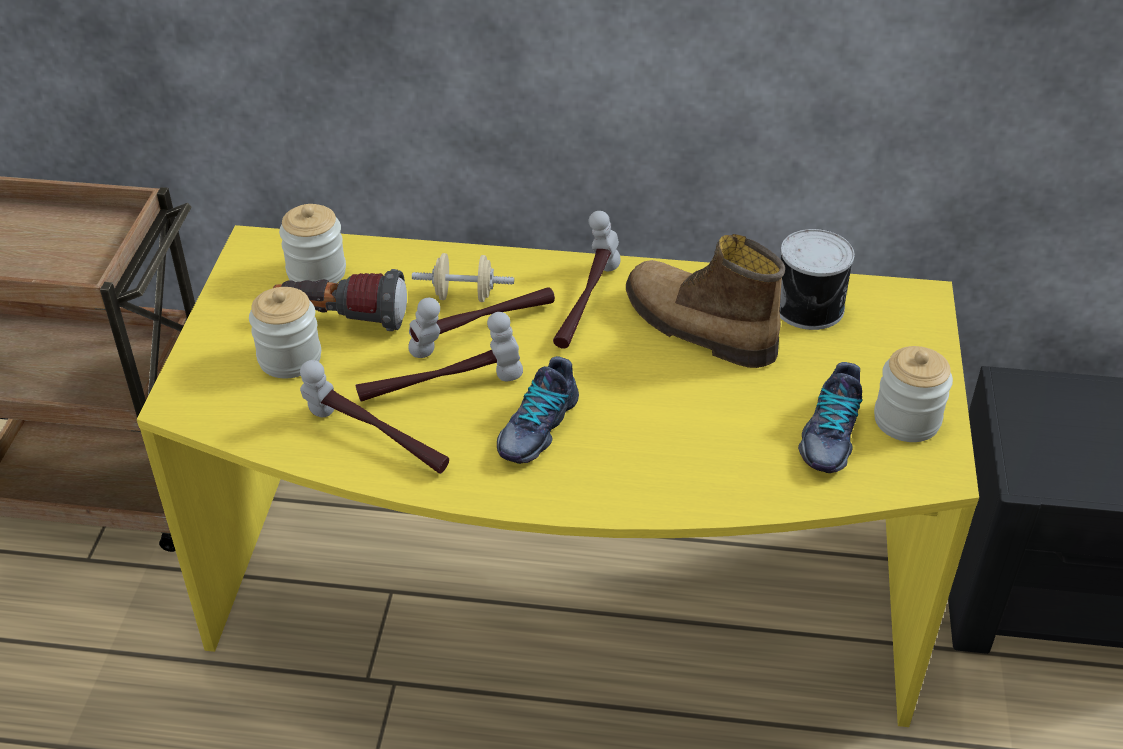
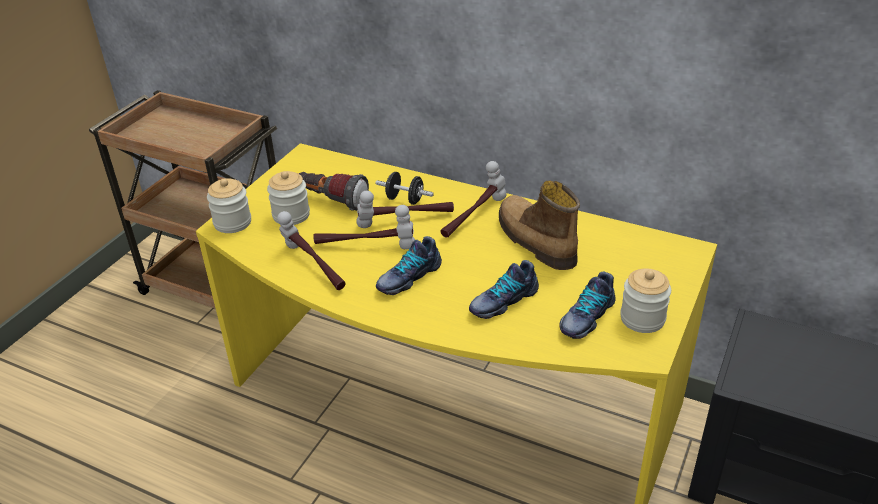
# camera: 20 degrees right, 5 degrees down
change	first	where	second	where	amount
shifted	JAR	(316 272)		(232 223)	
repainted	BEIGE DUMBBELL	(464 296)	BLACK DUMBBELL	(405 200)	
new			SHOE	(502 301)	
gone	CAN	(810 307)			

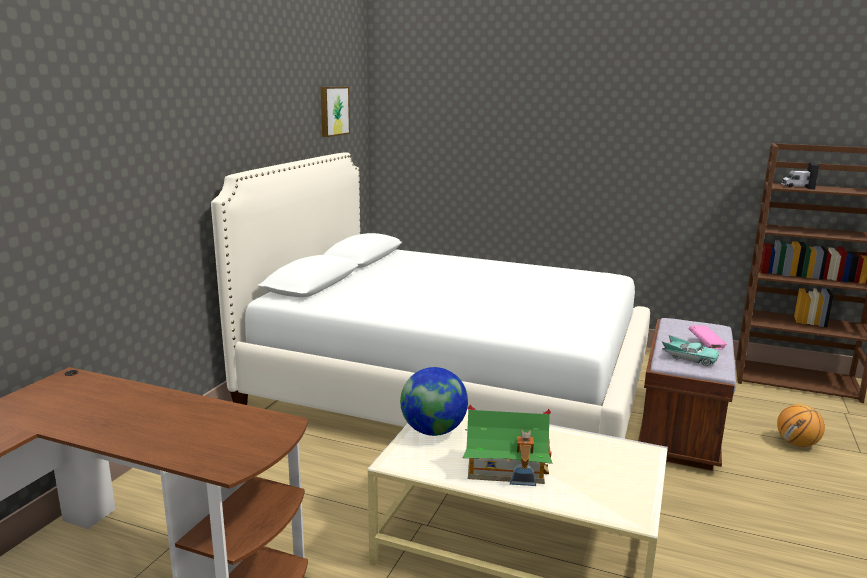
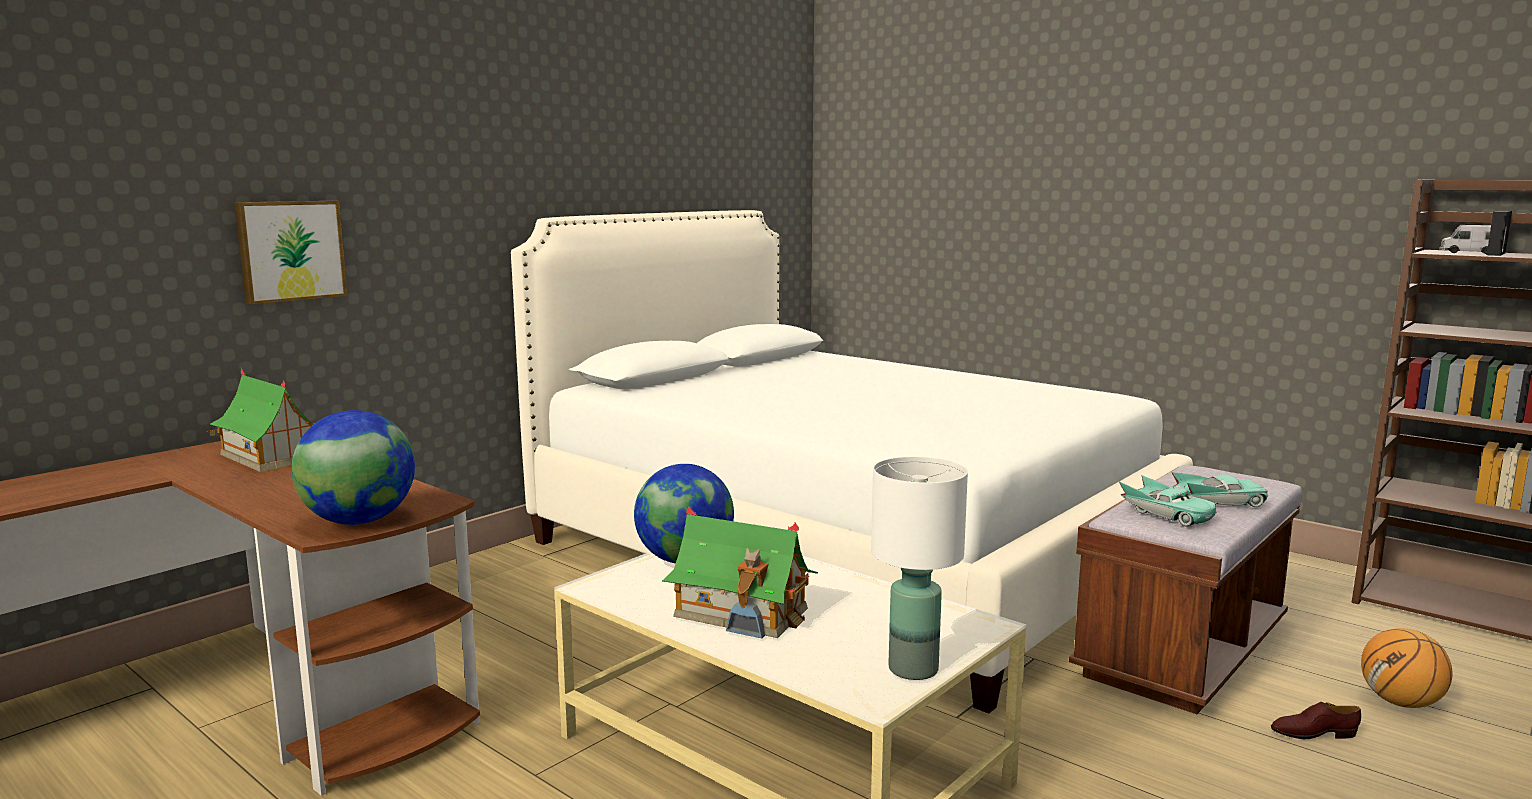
# camera: 20 degrees right, 5 degrees down
change	first	where	second	where	amount
new			TOY HOUSE	(270 456)	
shifted	PICTURE	(333 111)		(290 250)	
new			GLOBE	(359 521)	
new			WHITE TABLE LAMP	(914 669)	
swapped	PINK BOOK	(706 345)	TURQUOISE TOY CAR	(1219 502)	
new			BROWN SHOE	(1313 733)	

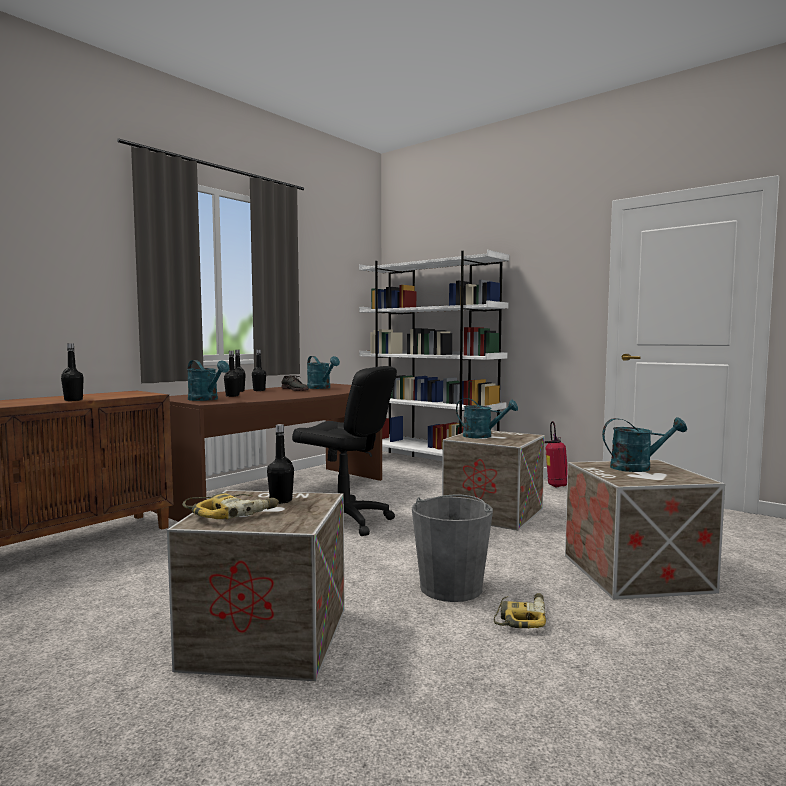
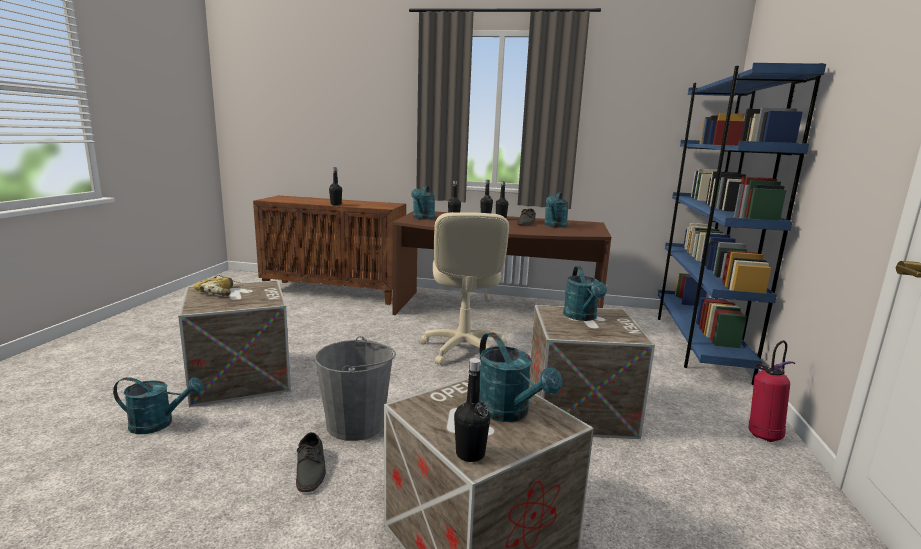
# camera: 60 degrees right, 10 degrees up
change	first	where	second	where	amount
new			TURQUOISE WATERING CAN	(159 424)	
swapped	POWER DRILL	(520 617)	GREY SHOE	(311 469)	
repainted	BLACK OFFICE CHAIR	(344 521)	BEIGE OFFICE CHAIR	(463 349)	
shifted	BLACK BOTTLE	(281 501)		(470 454)	
repainted	WHITE BOOKCASE	(428 464)	BLUE BOOKCASE	(697 343)	

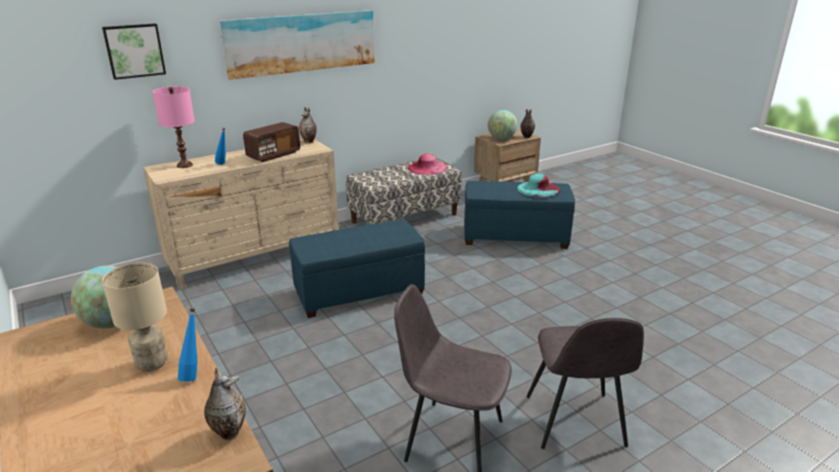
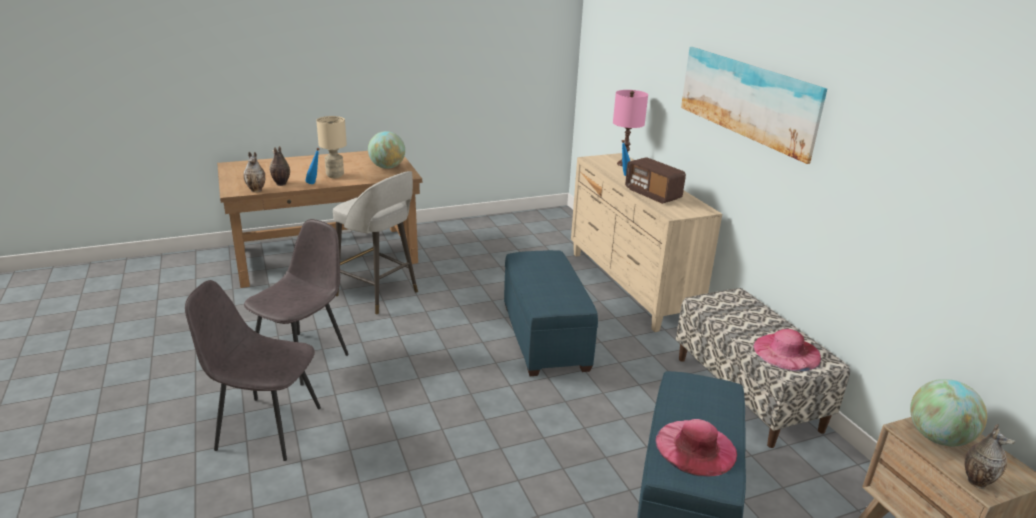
# camera: 100 degrees right, 0 degrees up
change	first	where	second	where	amount
shifted	VASE	(309 142)		(281 184)	
new			GREY STOOL	(378 294)	
repainted	TURQUOISE HAT	(538 189)	PINK HAT	(696 447)	
gone	PICTURE	(134 51)			

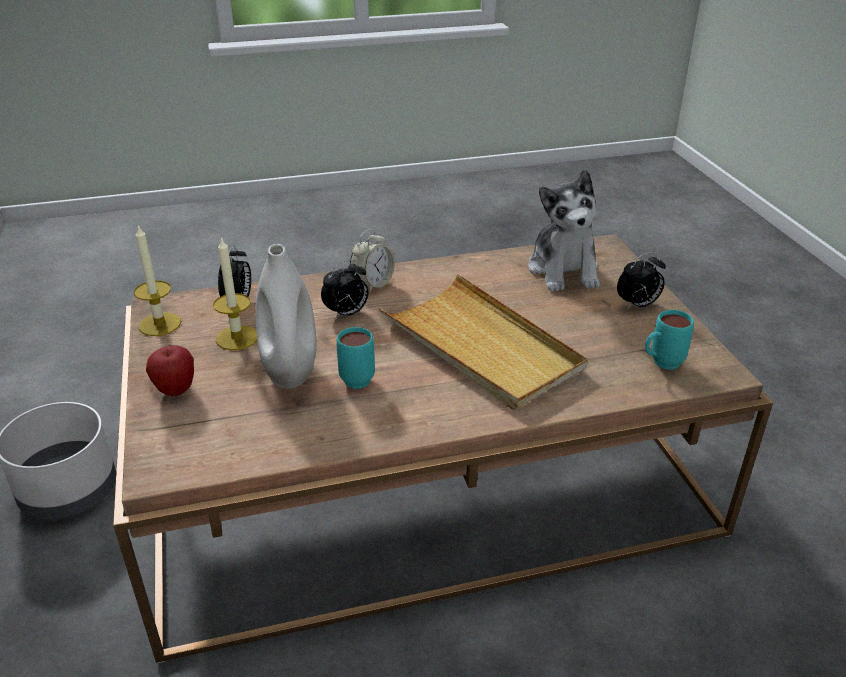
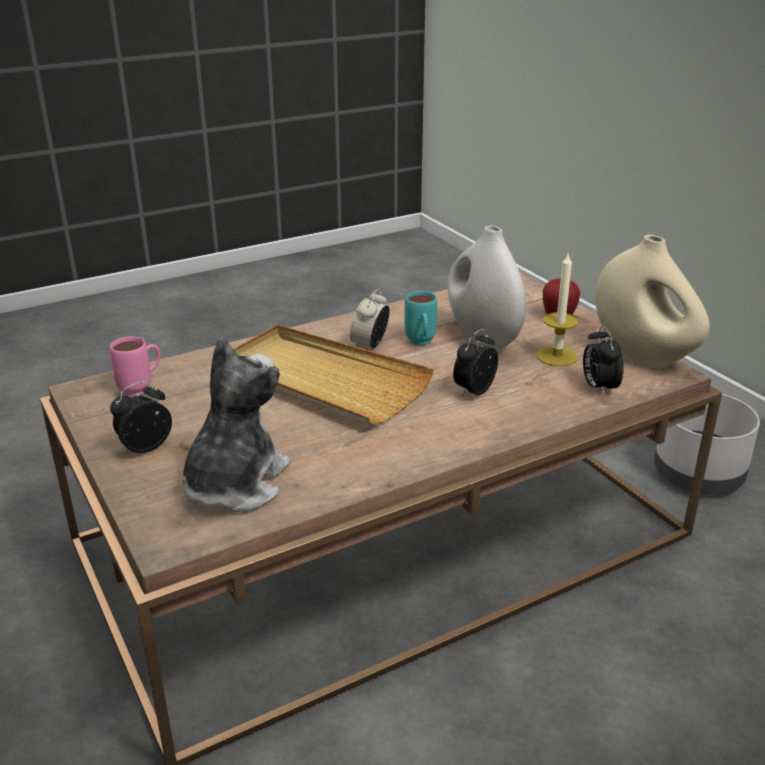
# camera: 165 degrees right, 5 degrees down
change	first	where	second	where	amount
repainted	TURQUOISE MUG	(660 364)	PINK MUG	(142 388)	
rotated	PLUSH TOY	(564 270)		(234 484)	45 degrees clockwise
shifted	ALARM CLOCK	(373 284)		(370 344)	
swapped	CANDLE	(160 324)	BEIGE VASE	(642 357)	

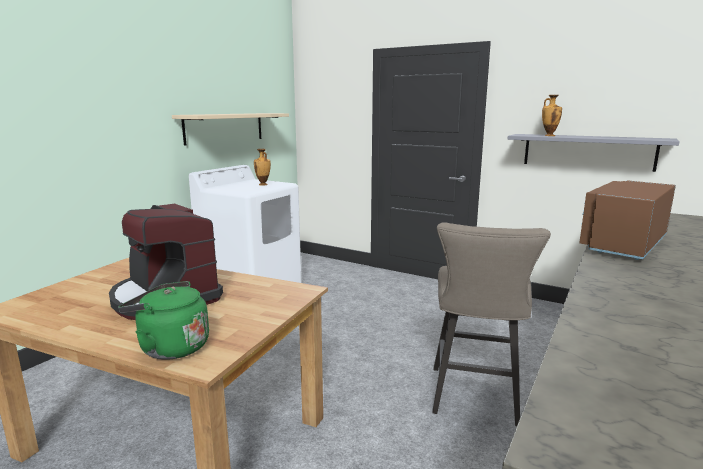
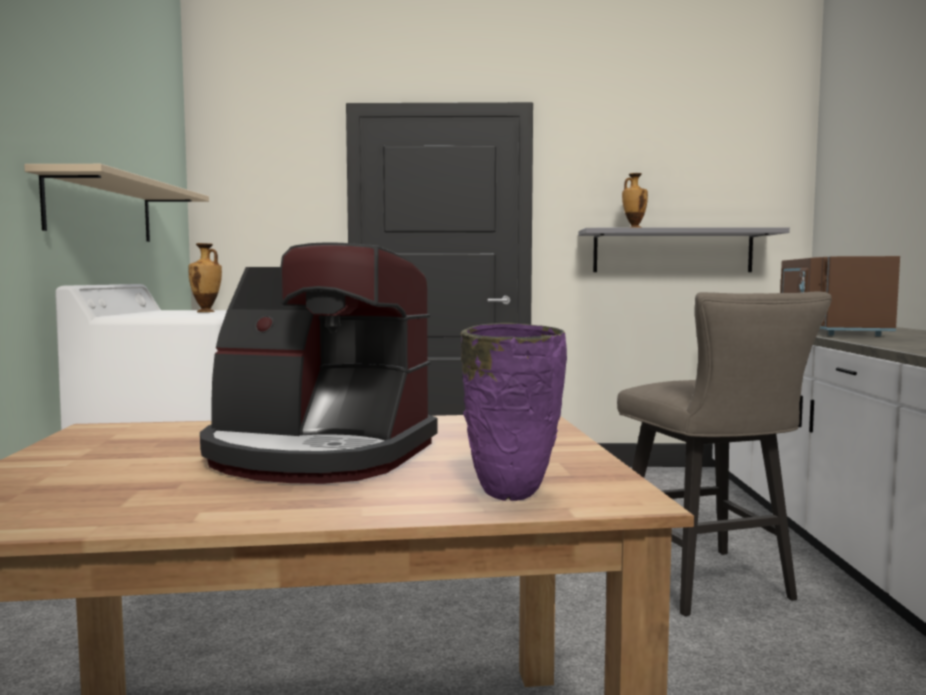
# camera: 30 degrees left, 10 degrees down
change	first	where	second	where	amount
swapped	GREEN KETTLE	(171 347)	PURPLE VASE	(510 496)	

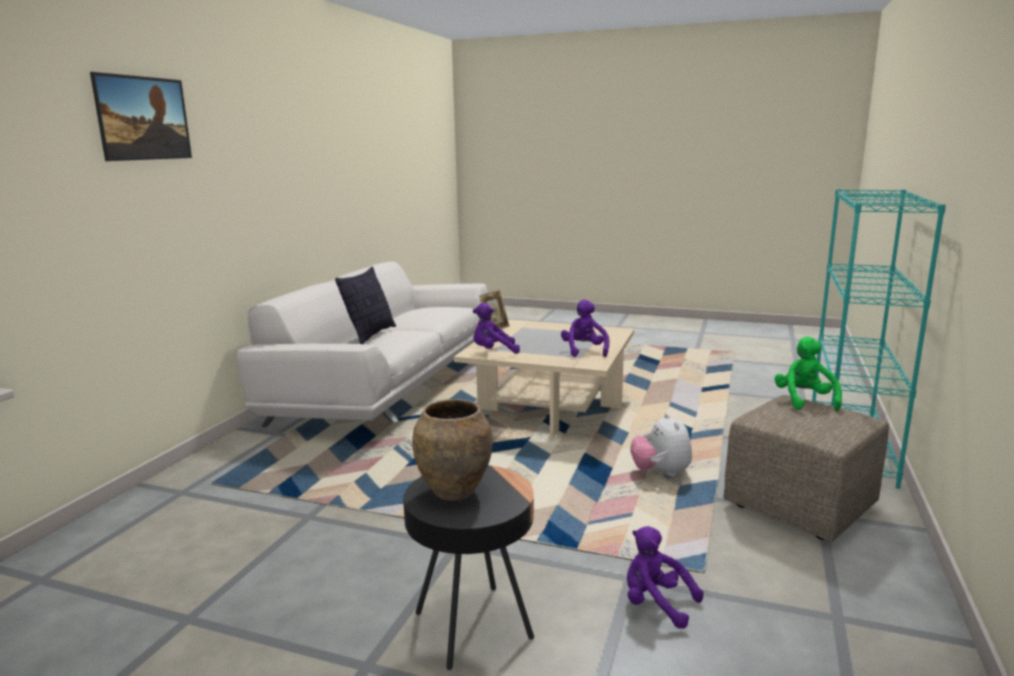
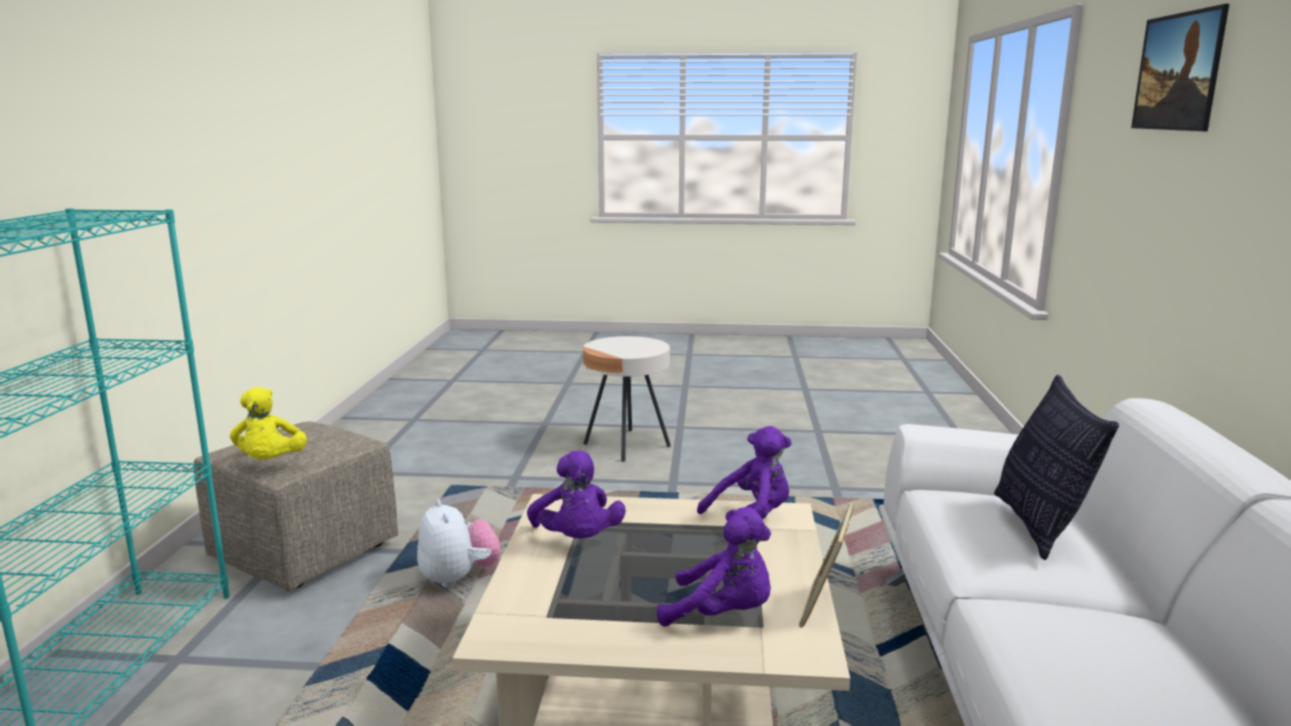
# camera: 165 degrees right, 0 degrees up
change	first	where	second	where	amount
repainted	GREEN PLUSH TOY	(804 400)	YELLOW PLUSH TOY	(271 463)	
repainted	BLACK SIDE TABLE	(473 626)	BEIGE SIDE TABLE	(626 445)	
shifted	PURPLE PLUSH TOY	(656 604)		(723 614)	
gone	BROWN VASE	(453 491)			

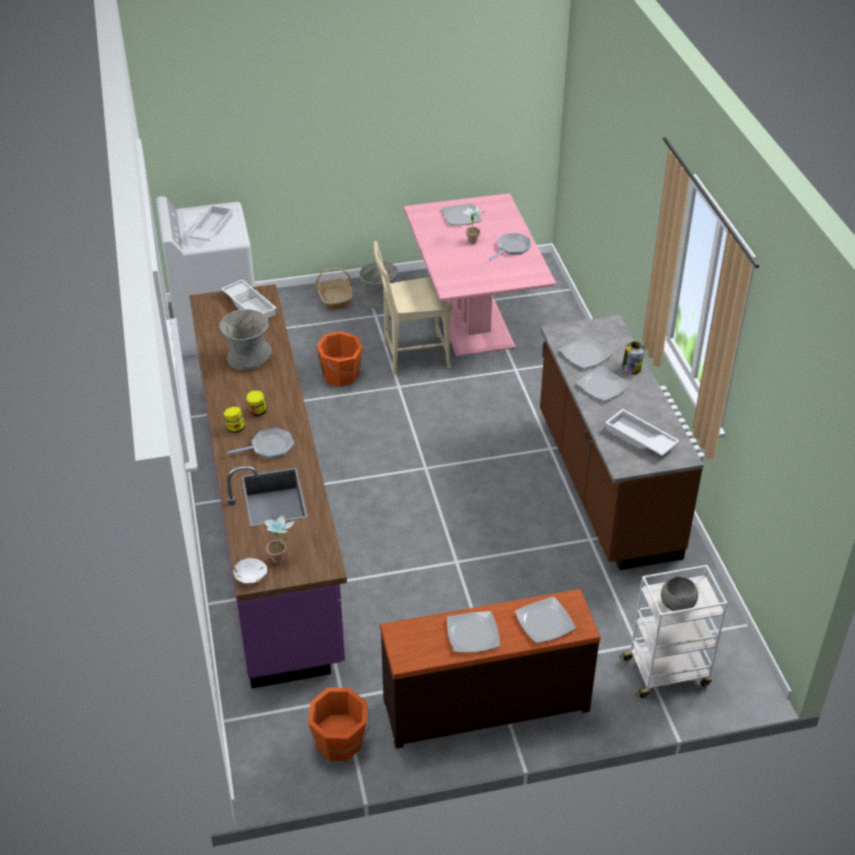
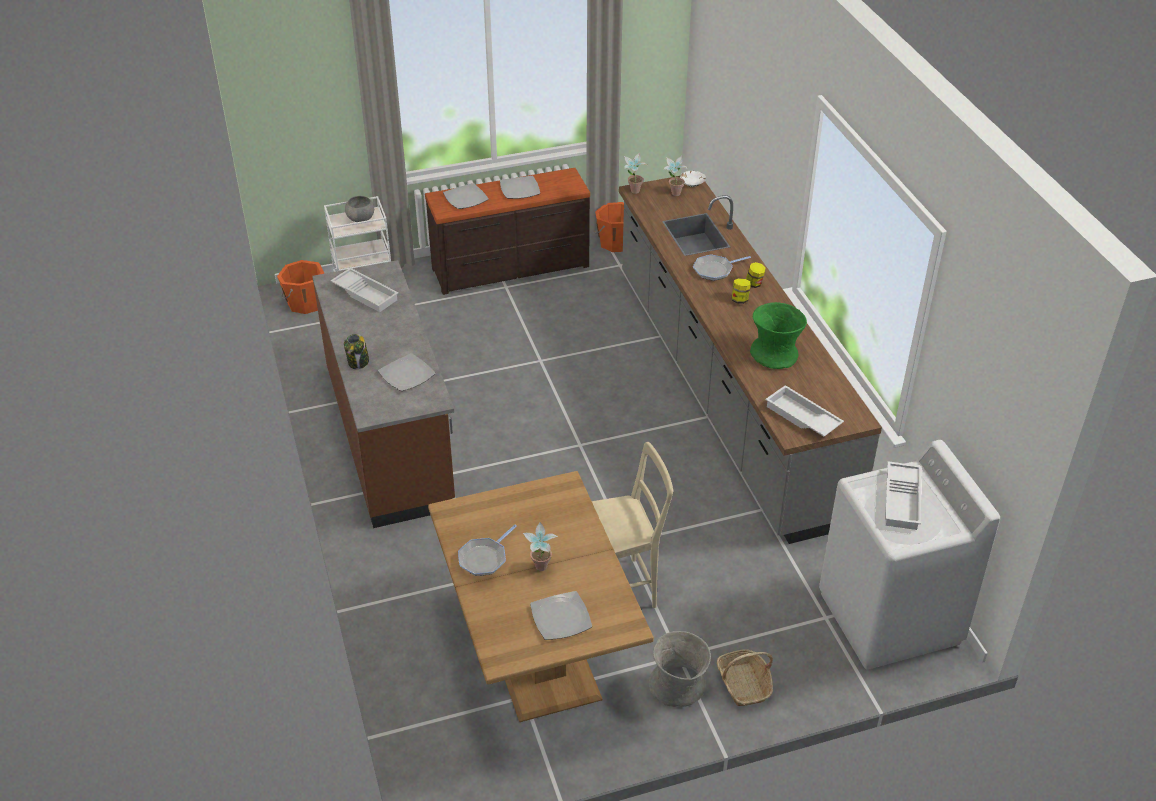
# camera: 175 degrees right, 0 degrees up
change	first	where	second	where	amount
shifted	ORANGE BUCKET	(341 375)		(305 303)	
repainted	PINK DINING TABLE	(474 321)	BROWN DINING TABLE	(538 655)	
repainted	PURPLE COUNTER	(269 513)	GREY COUNTER	(726 391)	
new			POTTED PLANT	(633 192)	
repainted	GREY VASE	(247 357)	GREEN VASE	(775 354)	
gone	PLATE	(603 386)			

